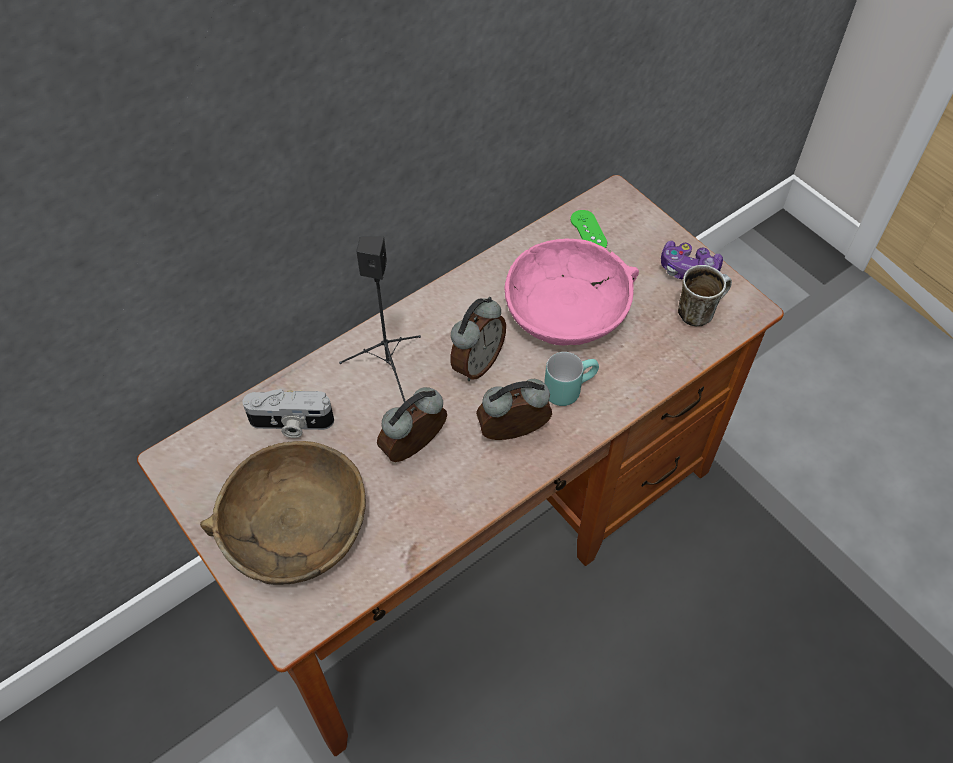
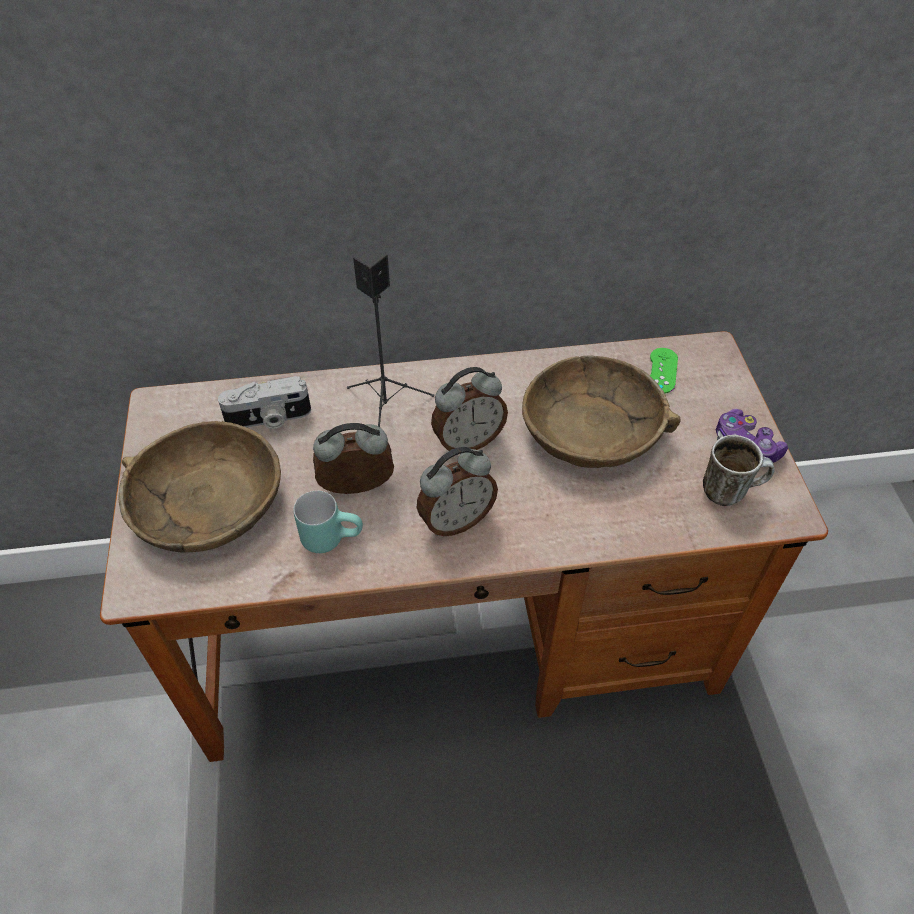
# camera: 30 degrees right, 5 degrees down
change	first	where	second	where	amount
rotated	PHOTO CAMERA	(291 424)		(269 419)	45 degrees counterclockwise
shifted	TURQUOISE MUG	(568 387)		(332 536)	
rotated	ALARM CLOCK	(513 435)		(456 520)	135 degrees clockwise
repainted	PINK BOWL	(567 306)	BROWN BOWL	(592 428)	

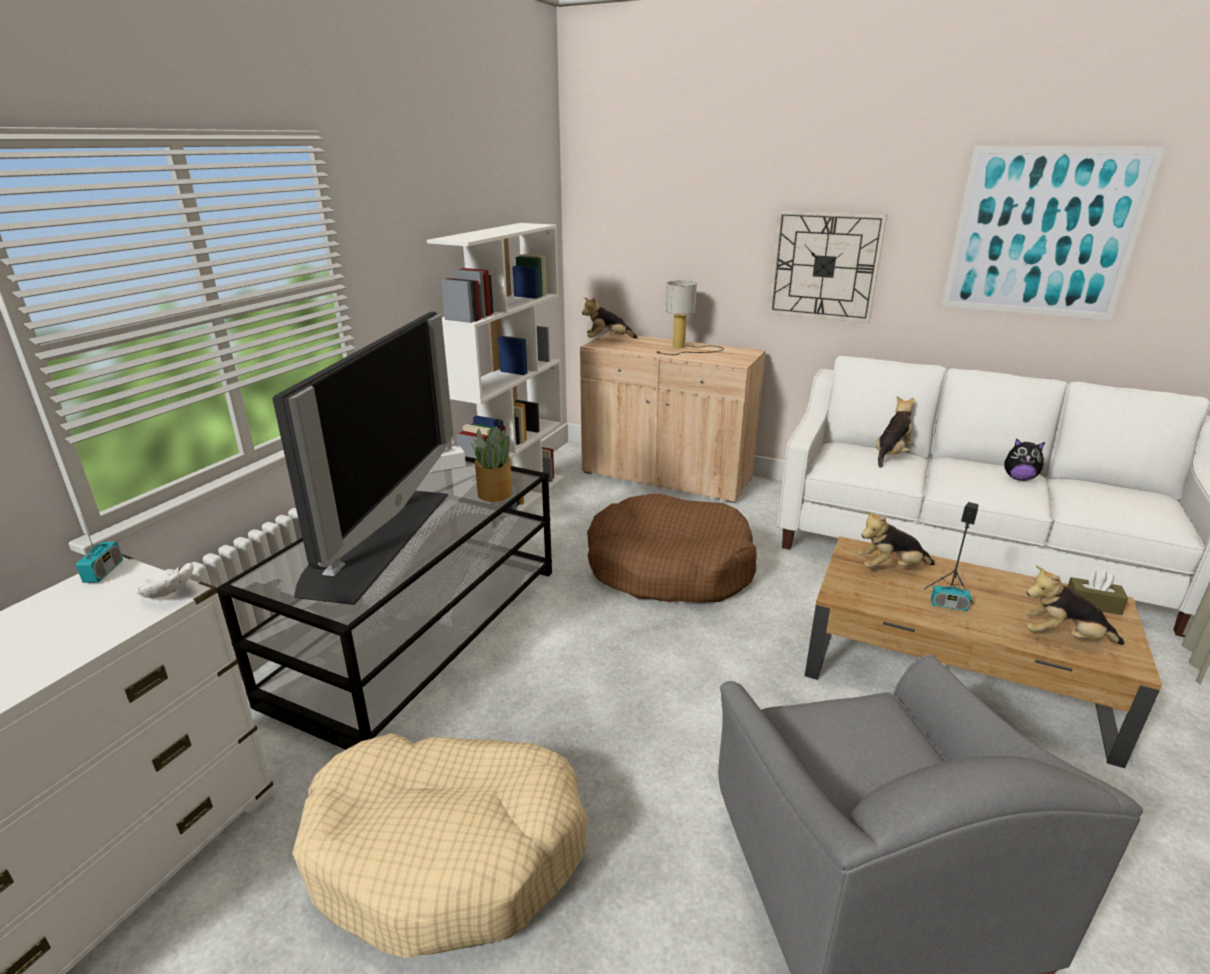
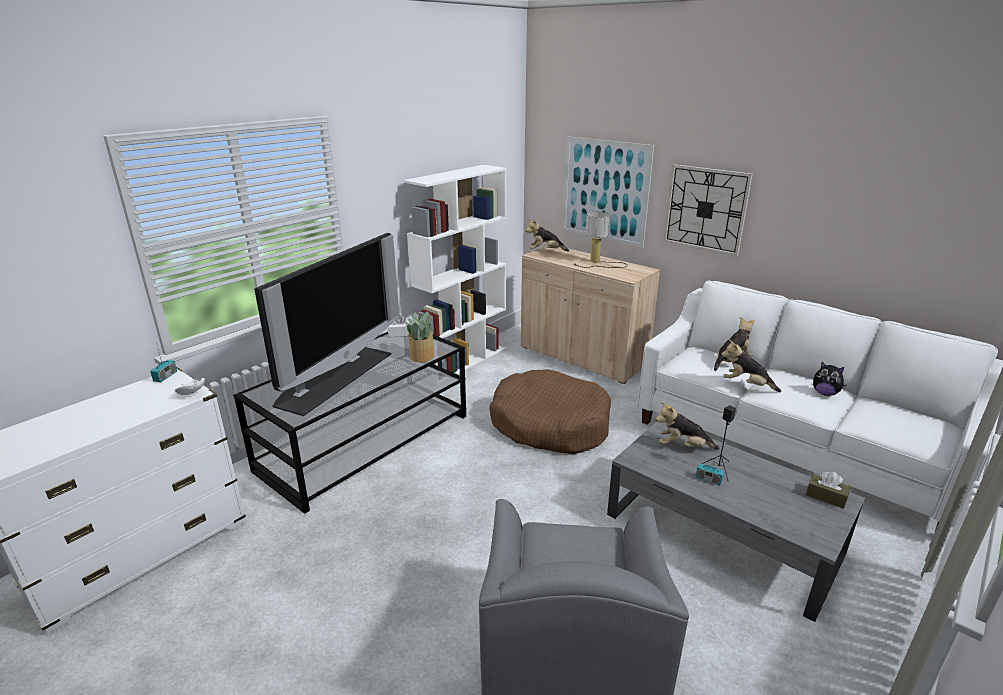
# camera: 15 degrees right, 0 degrees up
change	first	where	second	where	amount
shifted	PICTURE	(1042 233)		(605 191)	
repainted	BROWN COFFEE TABLE	(956 675)	GREY COFFEE TABLE	(722 534)	
shifted	PLUSH TOY	(1063 637)		(746 385)	
gone	BEIGE DOG BED	(448 852)			

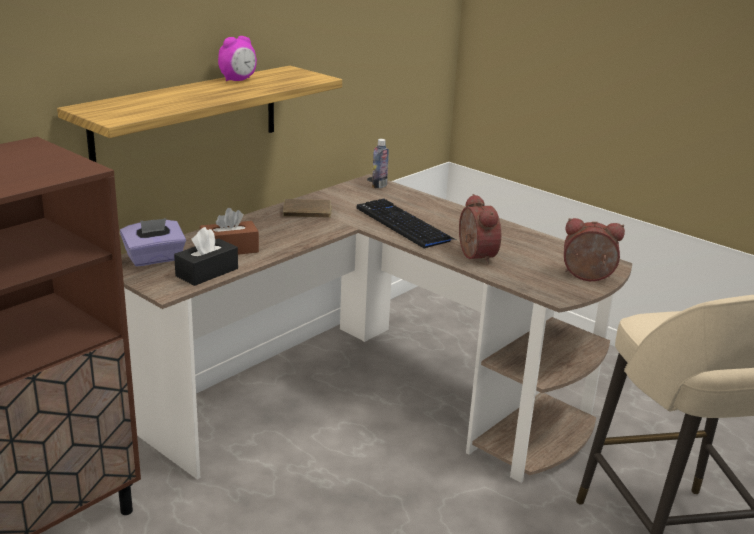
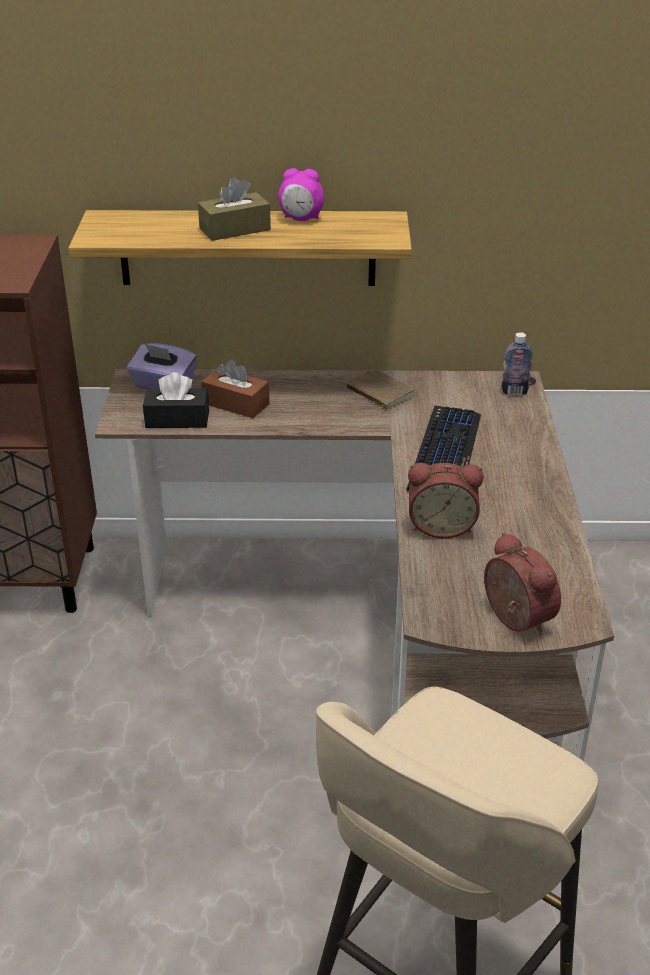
# camera: 50 degrees right, 10 degrees up
change	first	where	second	where	amount
new			BROWN TISSUE BOX	(235 229)	
rotated	ALARM CLOCK	(473 256)		(441 526)	60 degrees clockwise

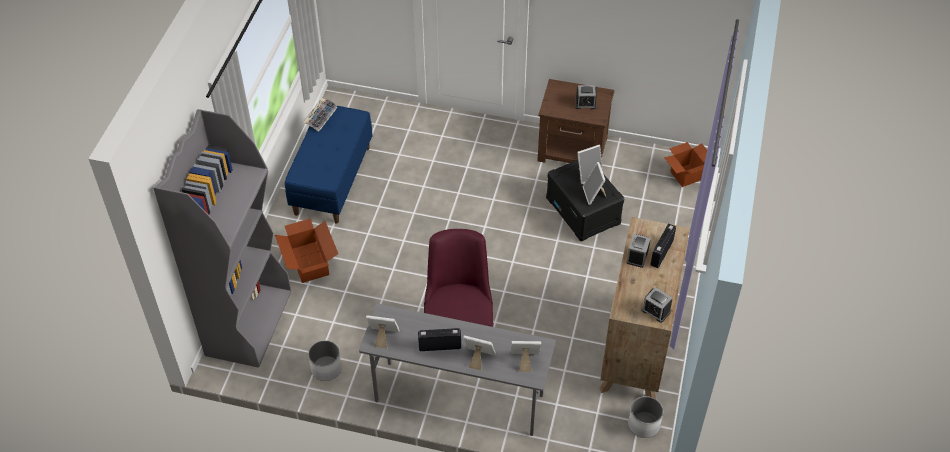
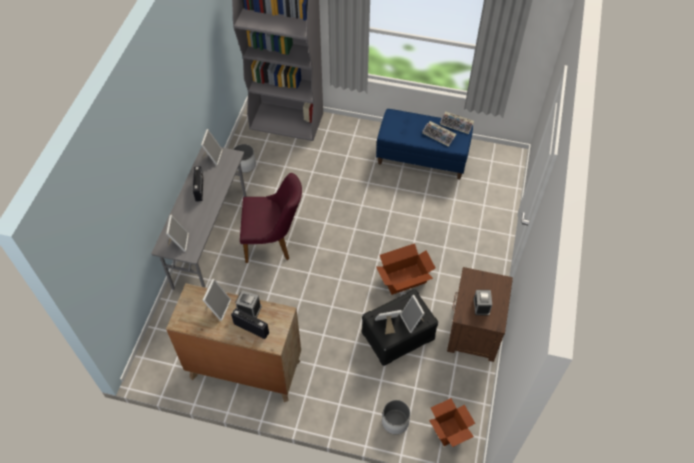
# camera: 90 degrees right, 5 degrees up
change	first	where	second	where	amount
shifted	PICTURE FRAME	(478 358)		(218 307)	
shifted	CARDBOARD BOX	(309 261)		(405 279)	
shifted	WHITE PLANTER	(643 425)		(395 421)	
new			KEYBOARD	(439 135)	
gone	ALARM CLOCK	(656 311)			

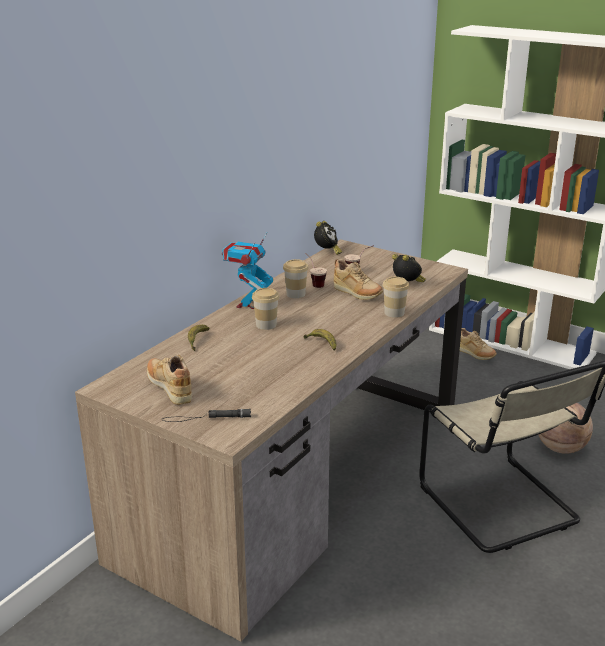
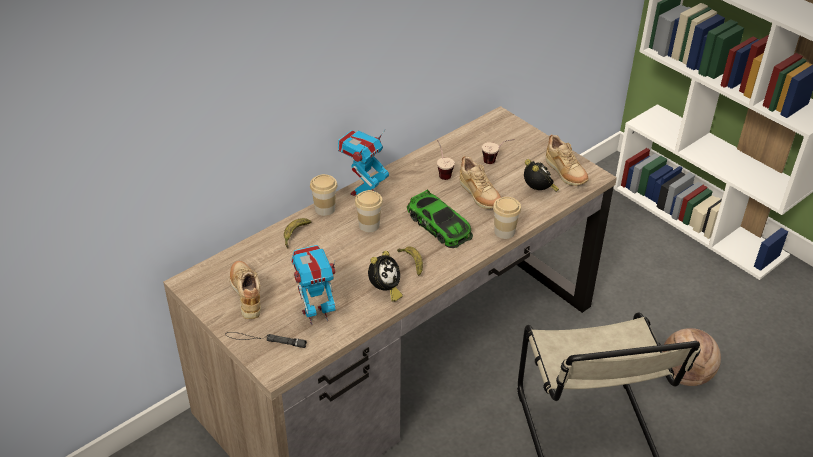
# camera: 15 degrees right, 15 degrees up
change	first	where	second	where	amount
new			TOY ROBOT	(316 315)	
shifted	CUP	(295 294)		(325 209)	
shifted	ALARM CLOCK	(327 252)		(385 290)	
new			TOY CAR	(439 225)	
shifted	BEIGE SHOE	(475 355)		(565 174)	

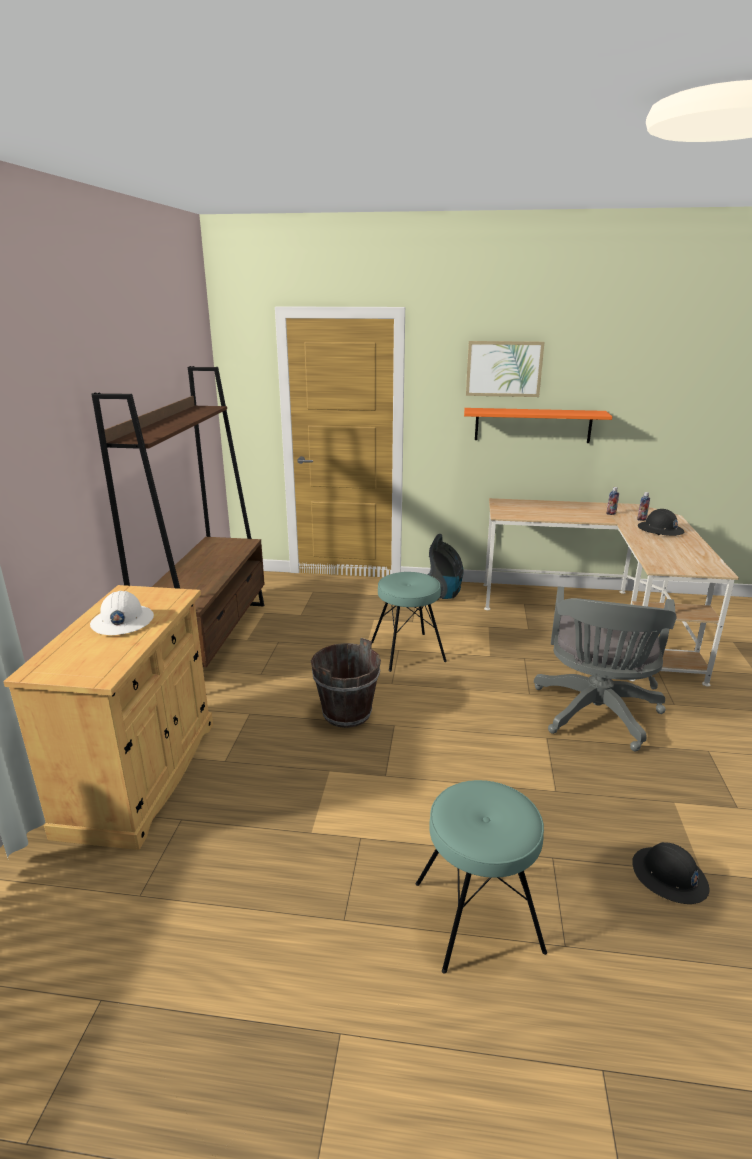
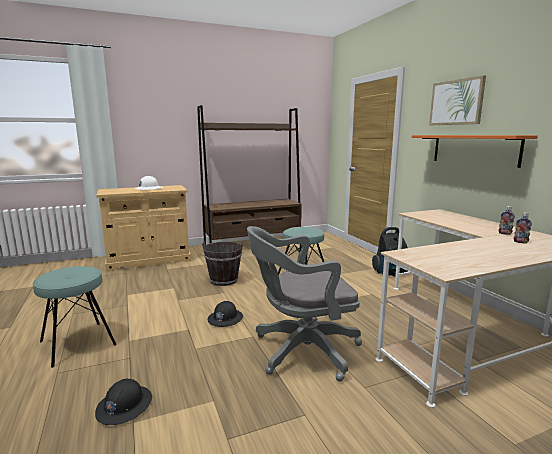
# camera: 60 degrees right, 10 degrees down
change	first	where	second	where	amount
shifted	BLACK HARD HAT	(660 530)		(225 319)	

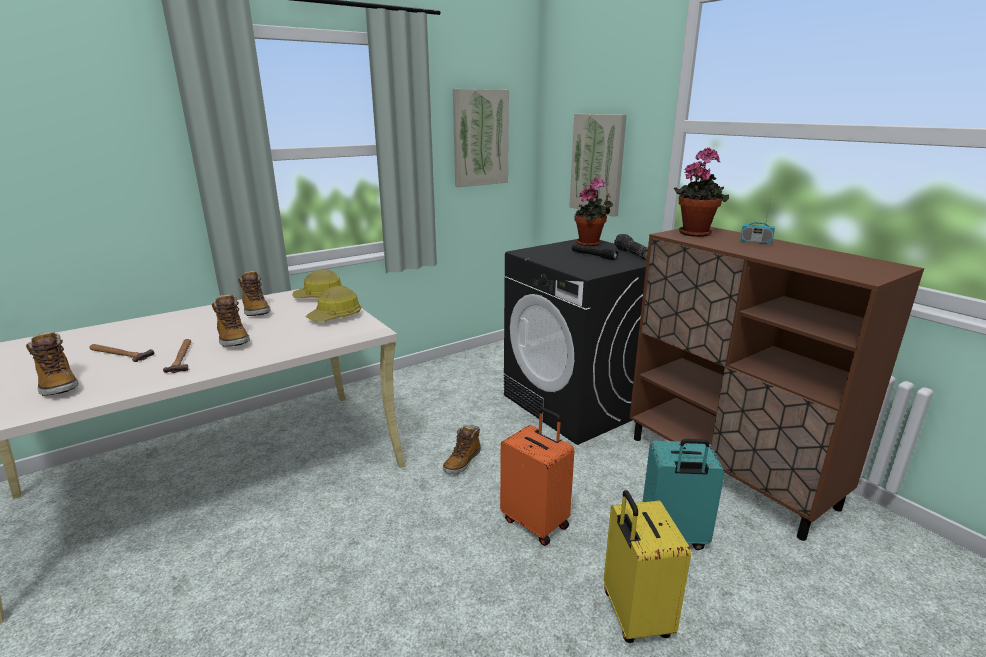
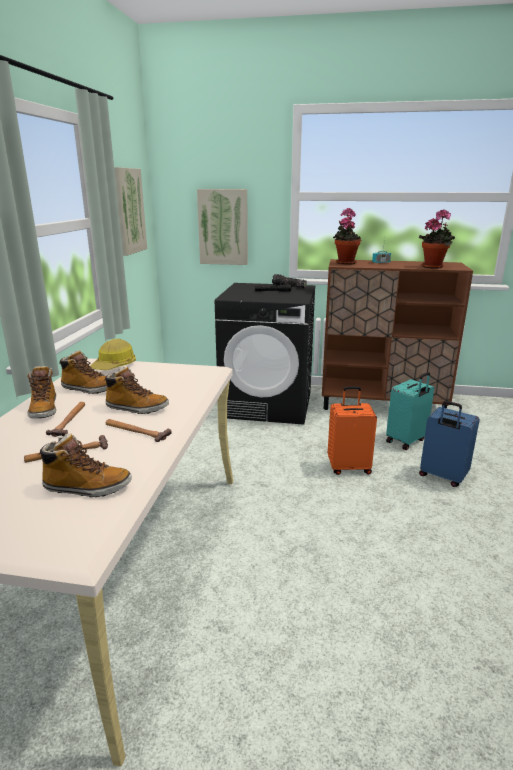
# camera: 45 degrees left, 0 degrees up
change	first	where	second	where	amount
shifted	BOOT	(462 461)		(44 409)	
new			HAMMER	(70 420)	
shifted	POTTED PLANT	(590 244)		(434 267)	
repainted	YELLOW SUITCASE	(634 615)	BLUE SUITCASE	(442 477)	
gone	HARD HAT	(336 317)			

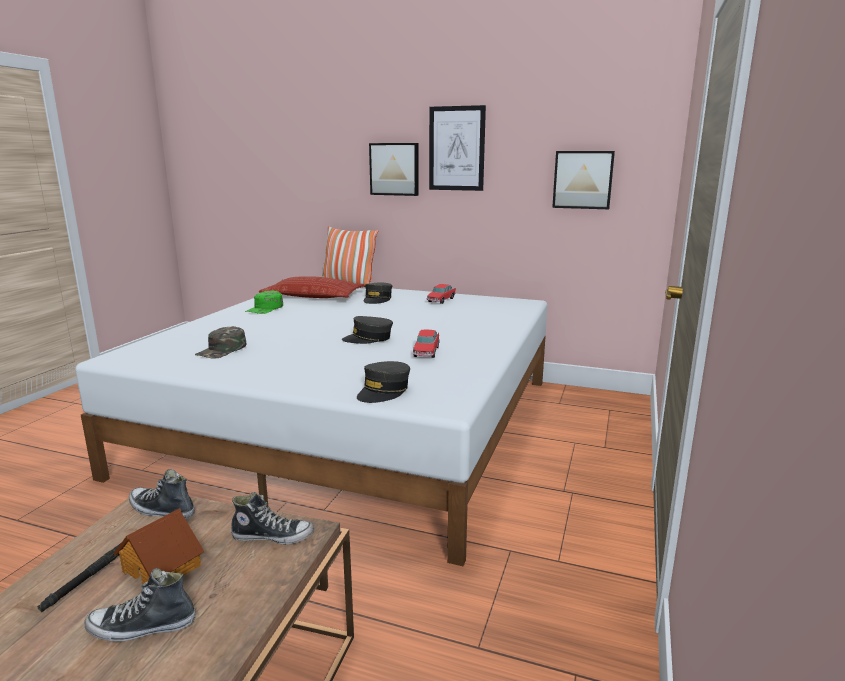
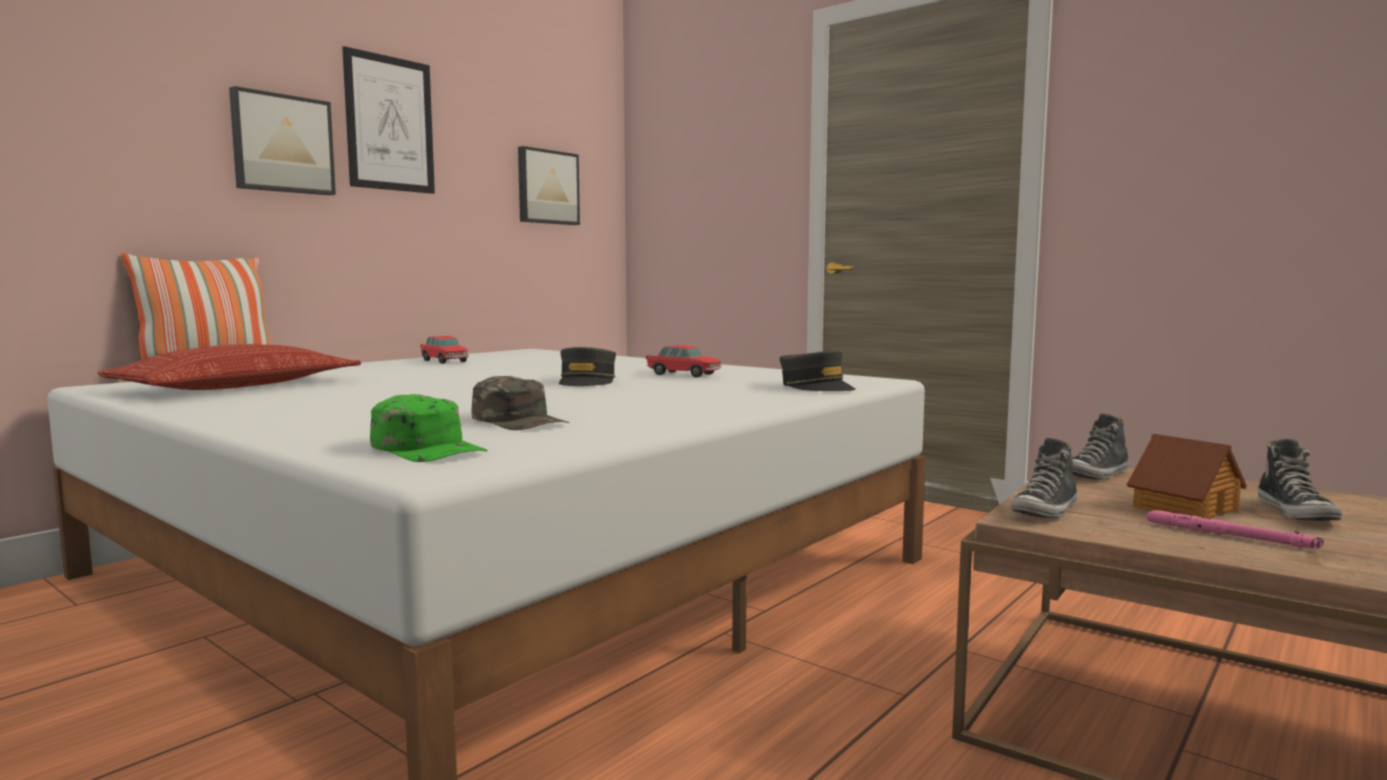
# camera: 70 degrees left, 10 degrees down
change	first	where	second	where	amount
shifted	GREEN CAP	(265 309)		(429 449)	
rotated	SHOE	(273 536)		(1096 475)	150 degrees counterclockwise
repainted	BLACK FLASHLIGHT	(87 578)	PINK FLASHLIGHT	(1229 536)	
gone	GREY CAP	(377 299)			

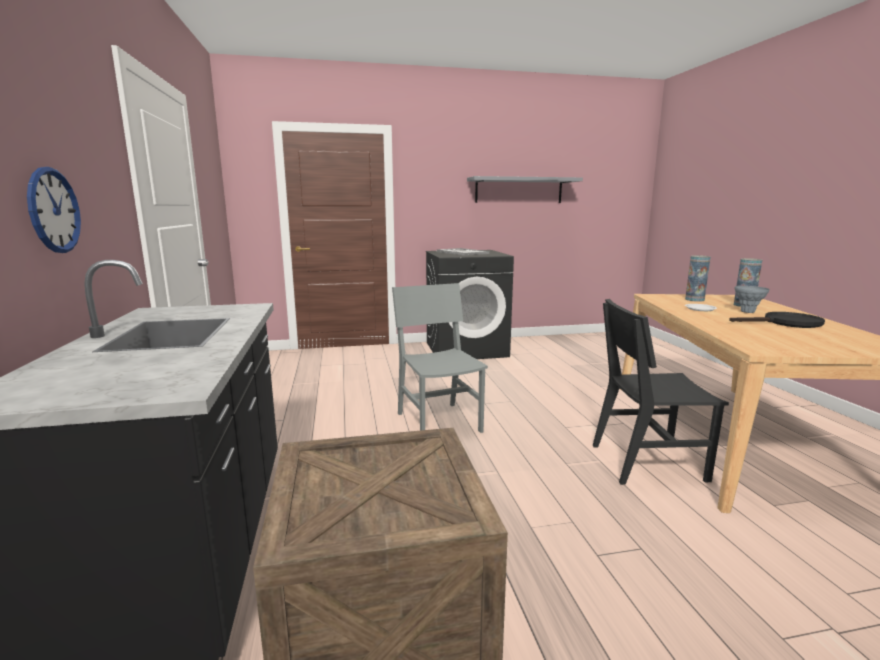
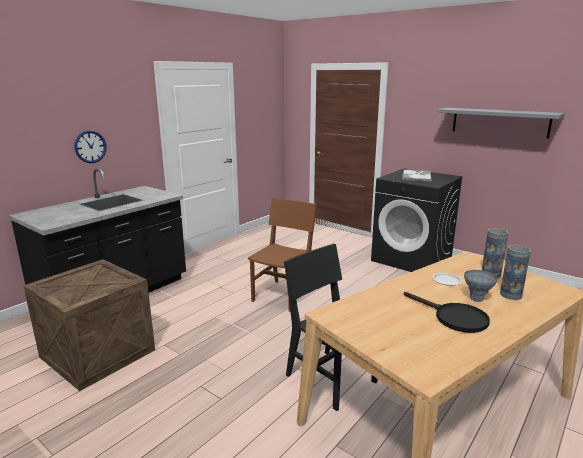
# camera: 50 degrees right, 5 degrees up
change	first	where	second	where	amount
repainted	GREY CHAIR	(439 422)	BROWN CHAIR	(283 295)	

